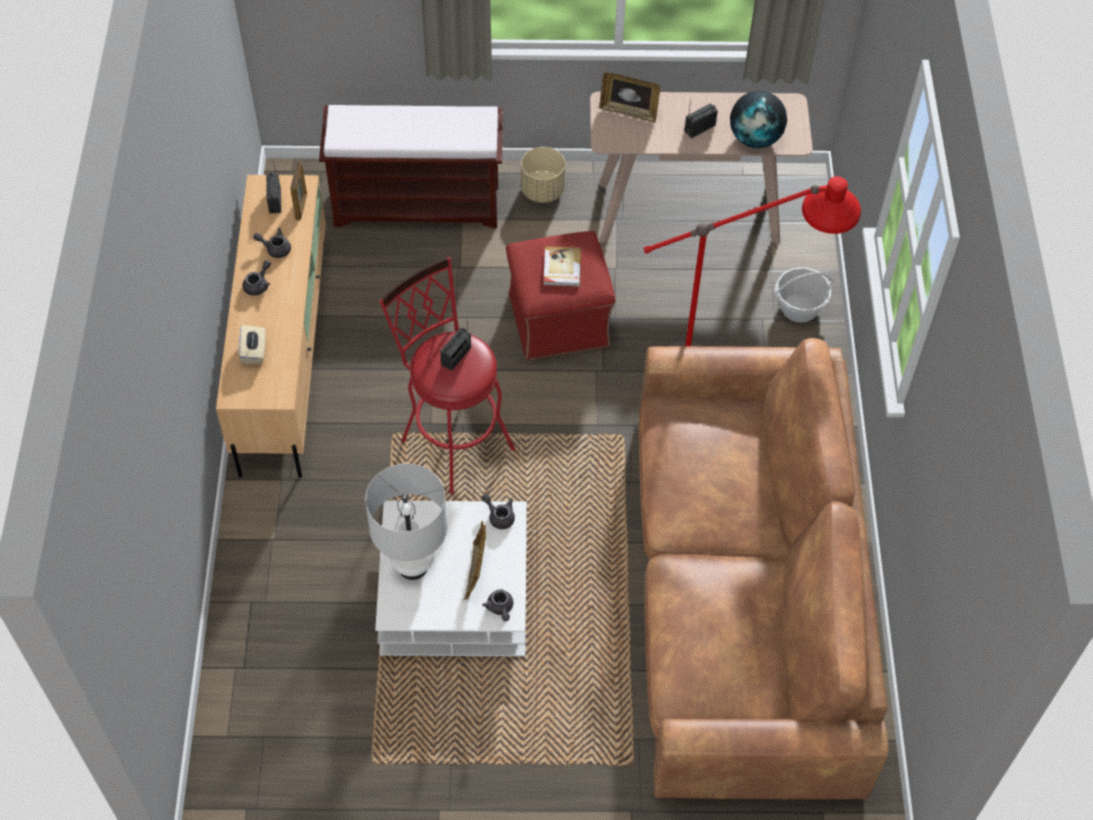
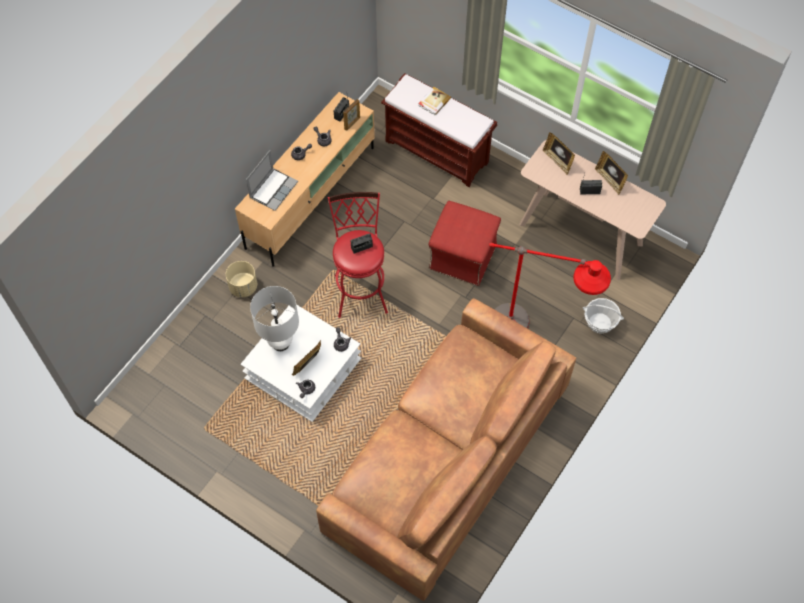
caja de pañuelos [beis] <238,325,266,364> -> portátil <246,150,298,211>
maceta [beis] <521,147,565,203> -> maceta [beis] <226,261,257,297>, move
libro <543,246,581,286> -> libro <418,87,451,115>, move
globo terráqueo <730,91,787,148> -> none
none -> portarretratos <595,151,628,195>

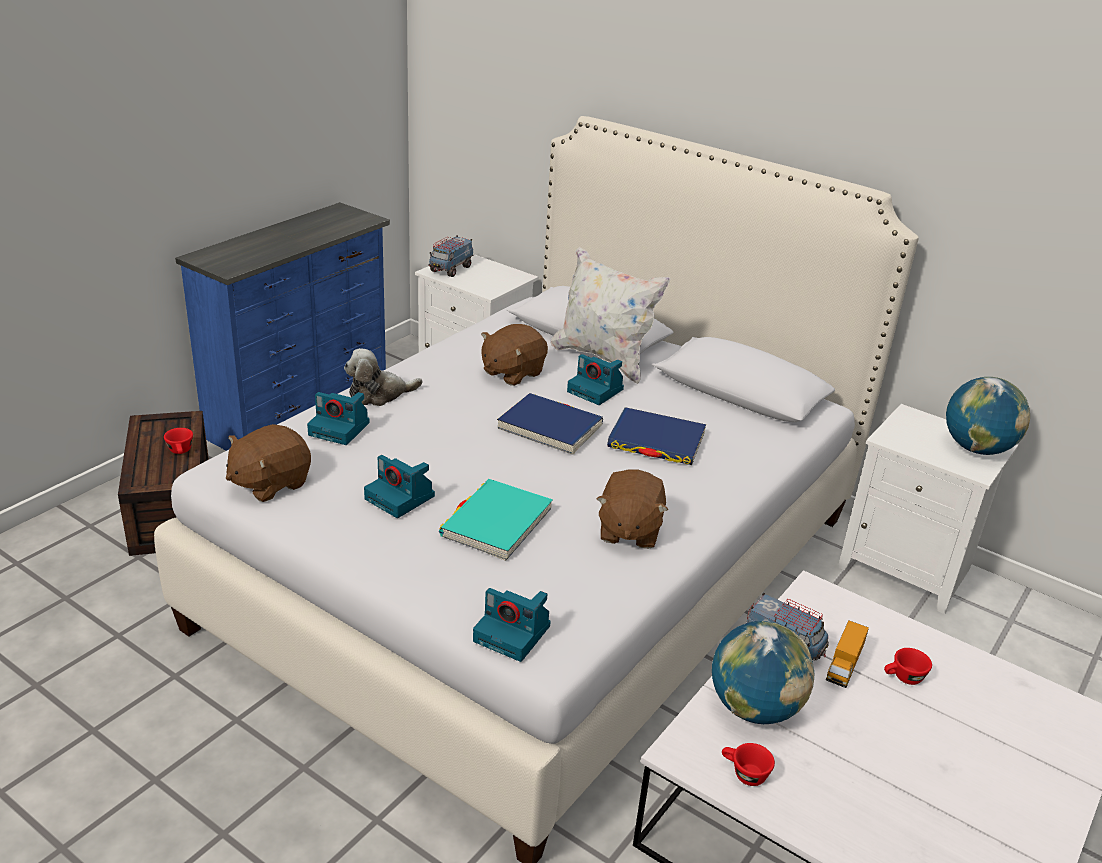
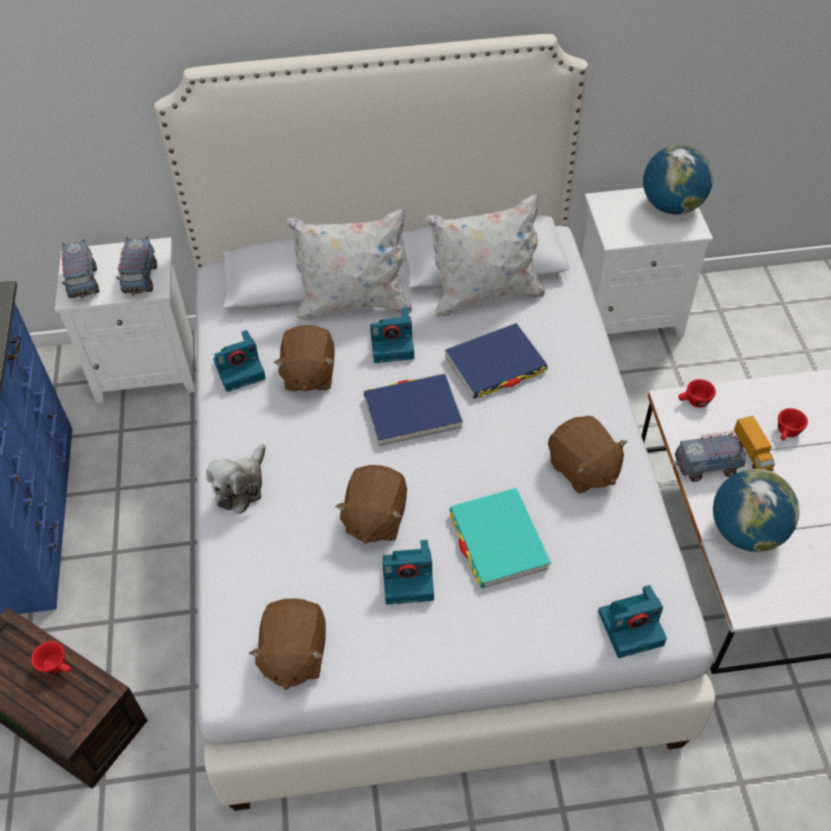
cámara <307,392,370,445> -> cámara <213,330,266,392>, move
taza [rojo] <722,743,775,786> -> taza [rojo] <678,379,716,408>, move
none -> camión de juguete <116,237,157,296>
none -> peluche [marrón] <335,465,407,544>
none -> cojín [blanco] <425,192,545,317>

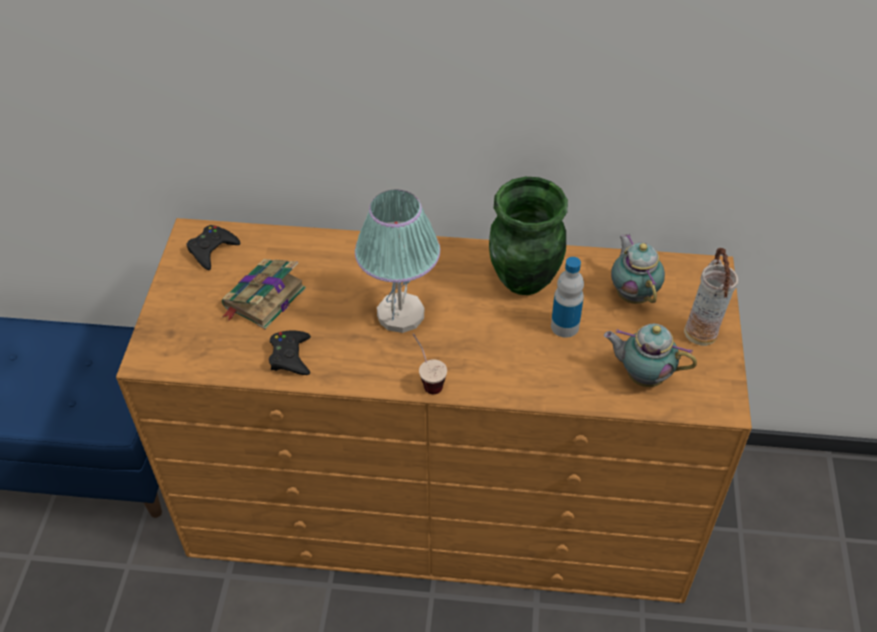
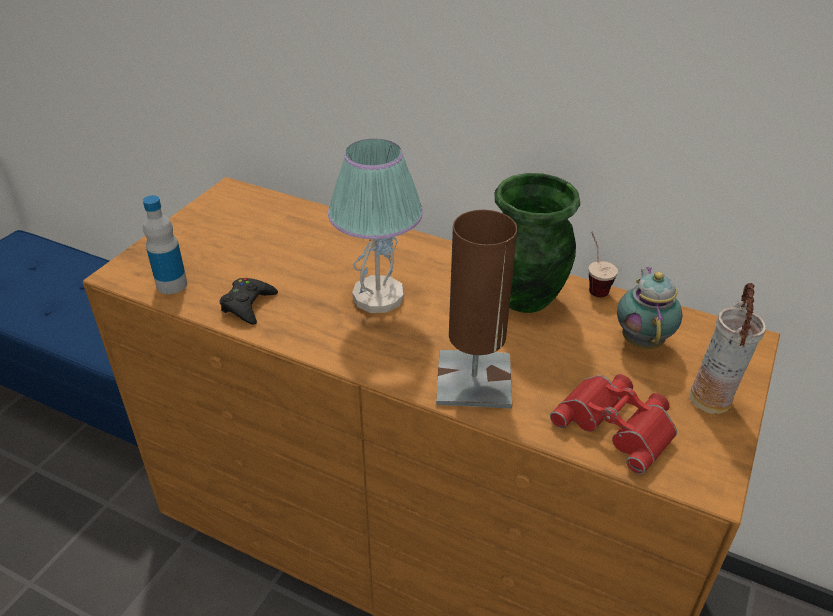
mando de consola [negro] <186,225,240,270> -> none
libro <222,259,306,330> -> none
taza <413,333,447,394> -> taza <588,232,618,297>, move
botella <551,257,584,338> -> botella <143,195,187,294>, move
tetera <604,324,697,387> -> prismáticos [rojo] <550,374,677,474>
none -> lámpara de mesa [marrón] <436,210,517,409>

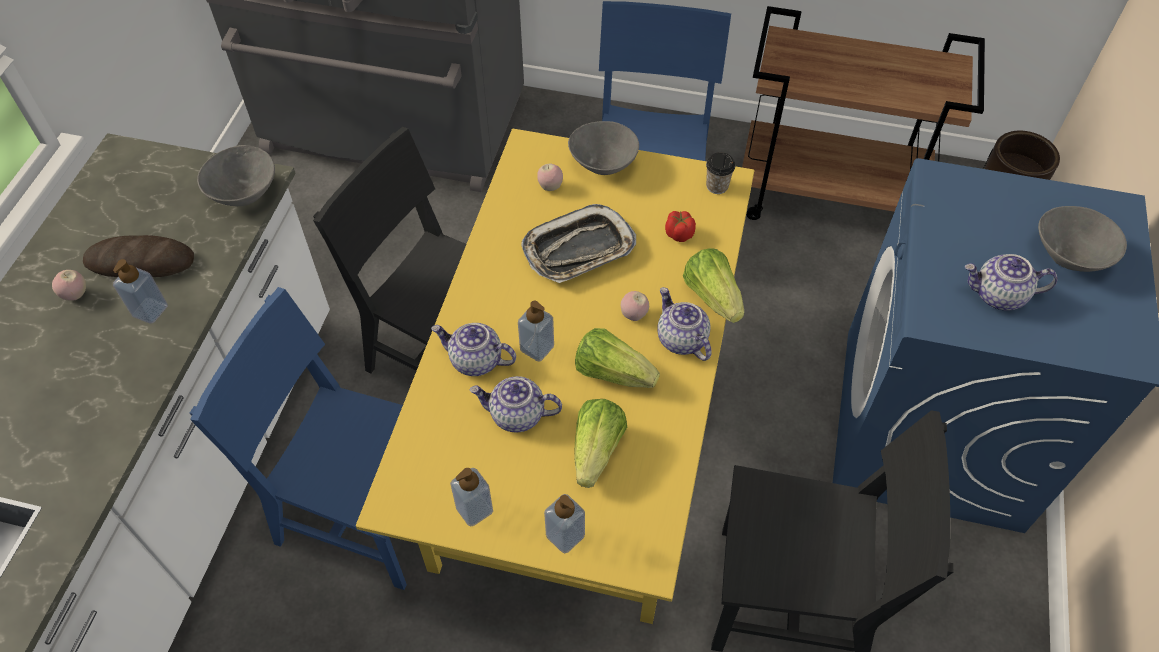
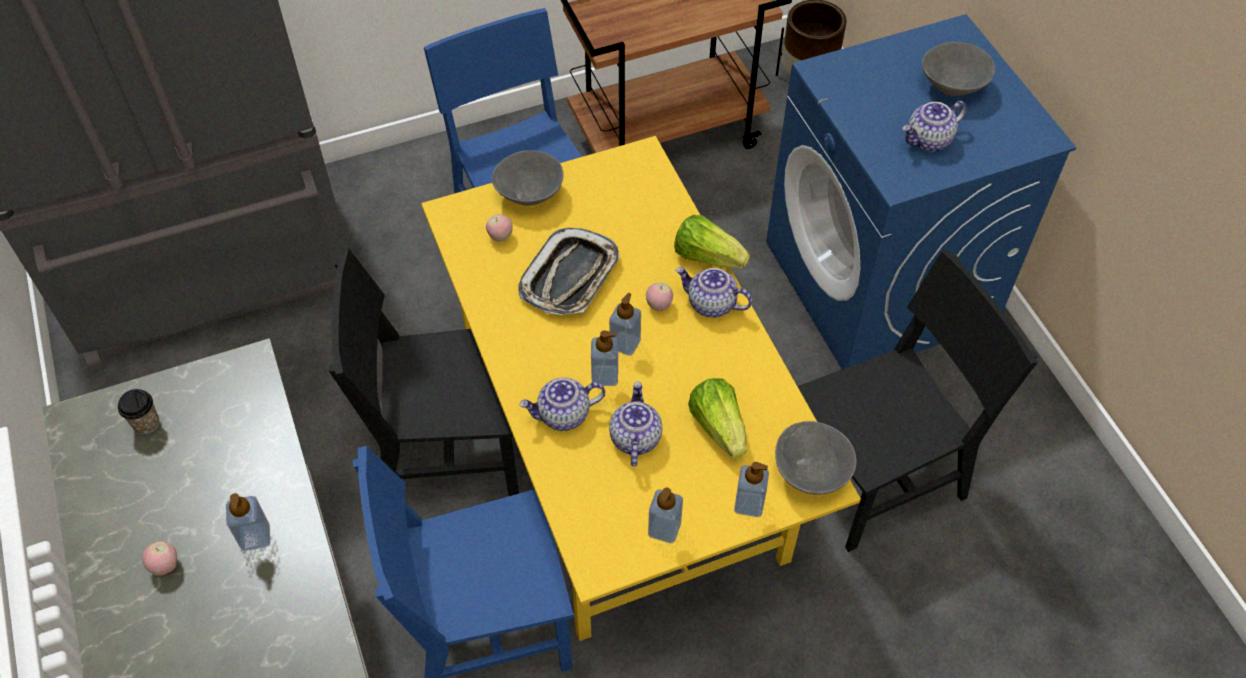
pan <83,235,194,277> -> none
cuenco [gris] <197,145,275,206> -> cuenco [gris] <775,421,857,495>, move
tetera <470,376,562,432> -> tetera <609,381,662,466>, 120 degrees clockwise
lechuga <575,328,660,388> -> none
tomate <665,211,696,242> -> none
taza <706,152,735,194> -> taza <118,389,159,434>, move
none -> dispensador de jabón <609,293,641,356>

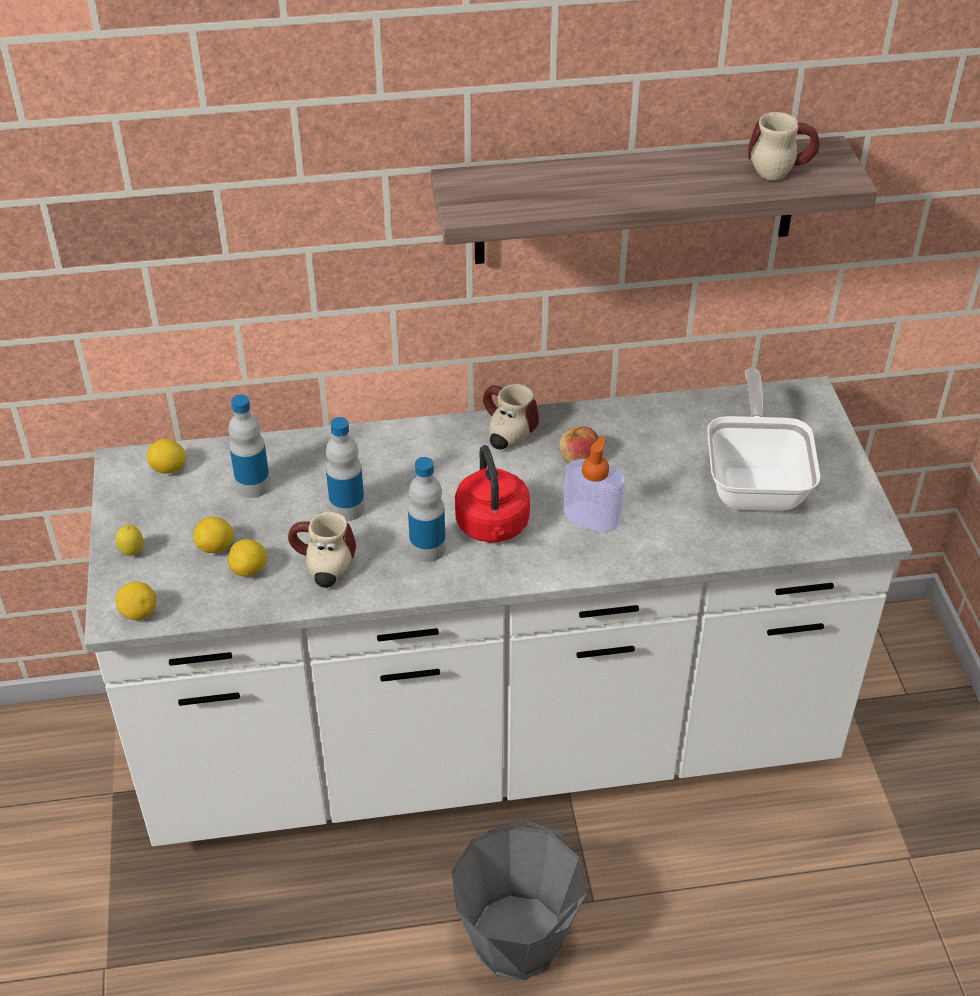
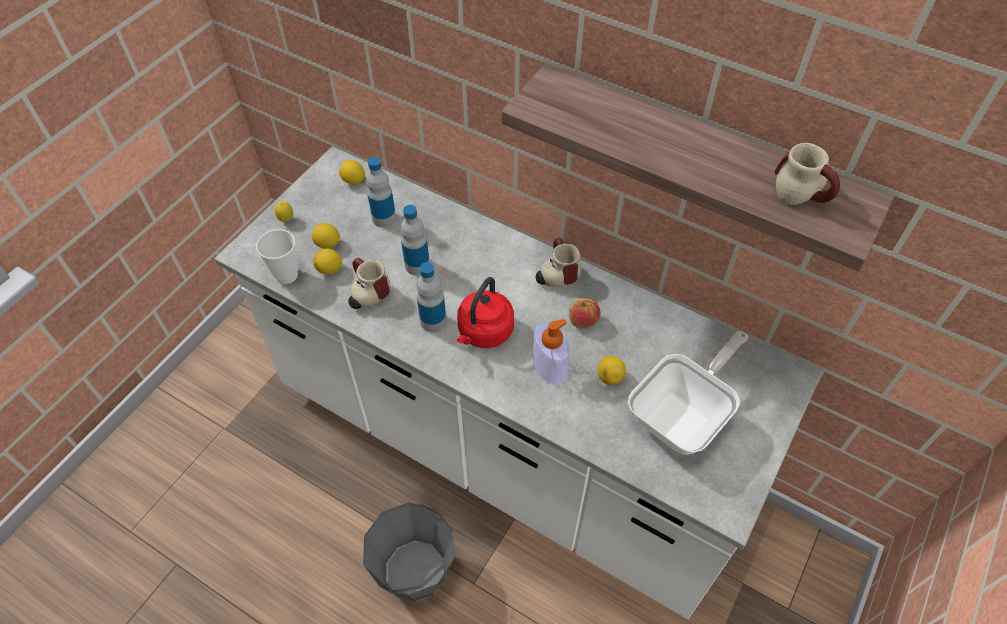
limón <116,582,156,620> -> limón <597,356,626,385>, move
none -> taza <256,229,298,284>

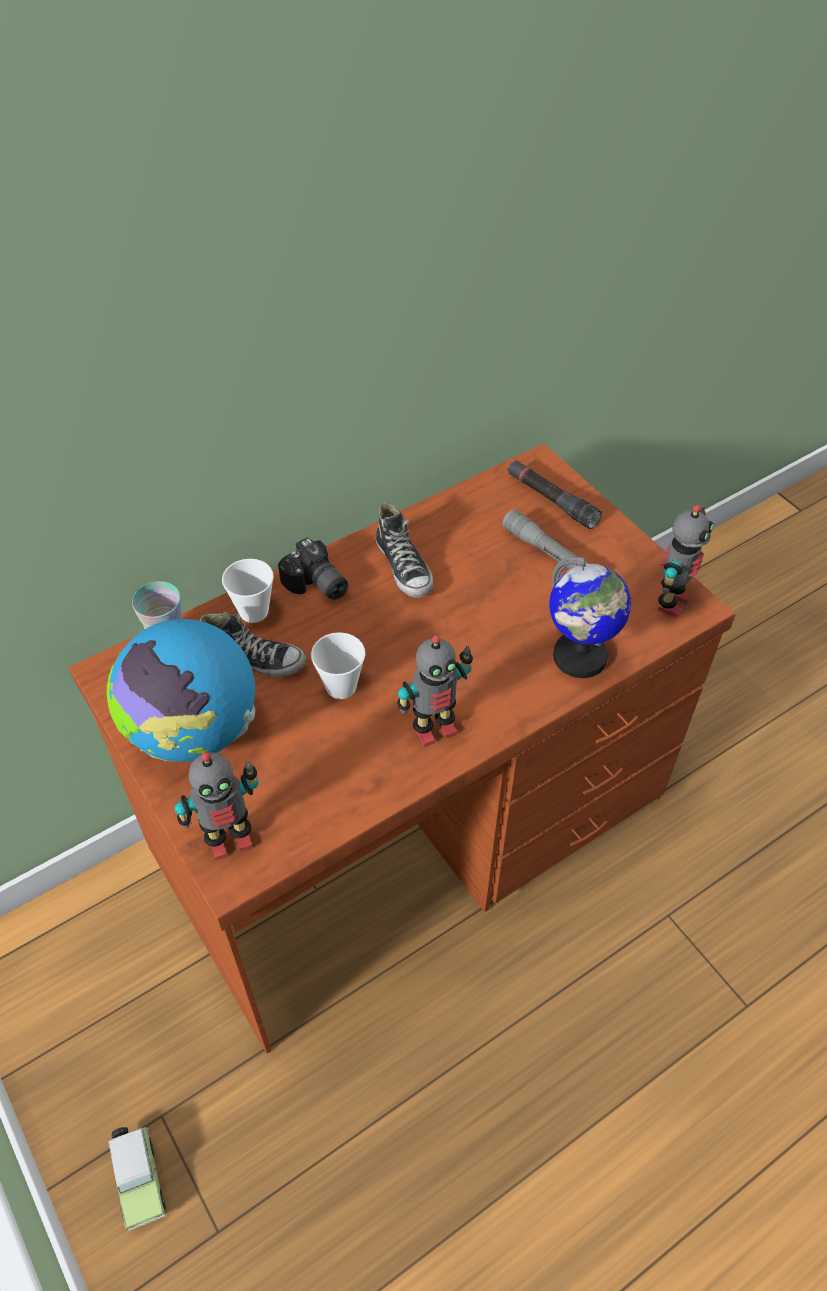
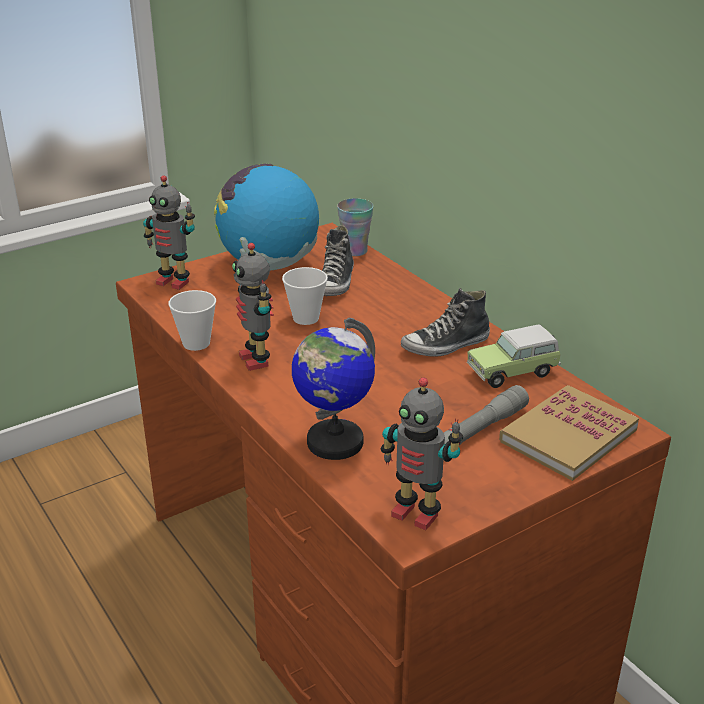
coche de juguete <108,1127,166,1231> -> coche de juguete <467,325,561,388>, move
robot de juguete <175,752,258,860> -> robot de juguete <143,175,195,290>, 45 degrees counterclockwise
taza <222,559,274,623> -> taza <168,290,216,351>, move
cámara <278,537,349,600> -> none
linterna [negro] <508,460,602,529> -> libro <499,385,639,481>

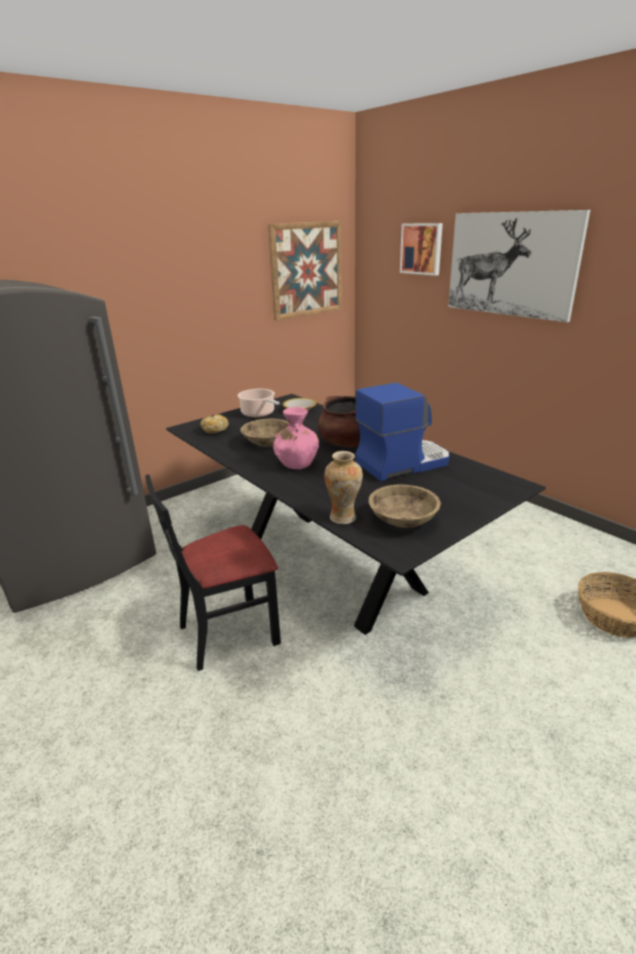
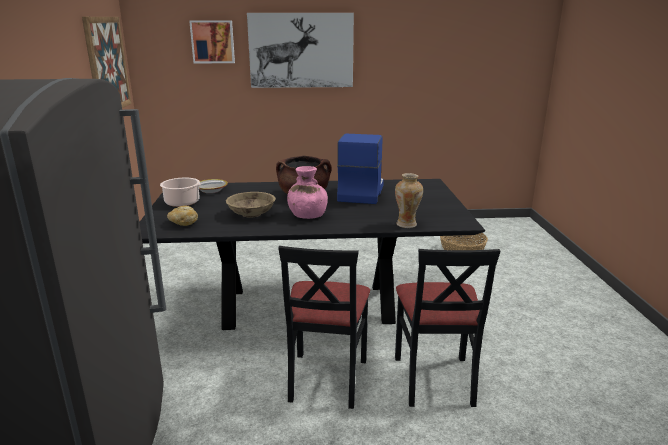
cuenco [beis] <369,484,441,528> -> none
none -> silla [negro] <395,249,500,407>

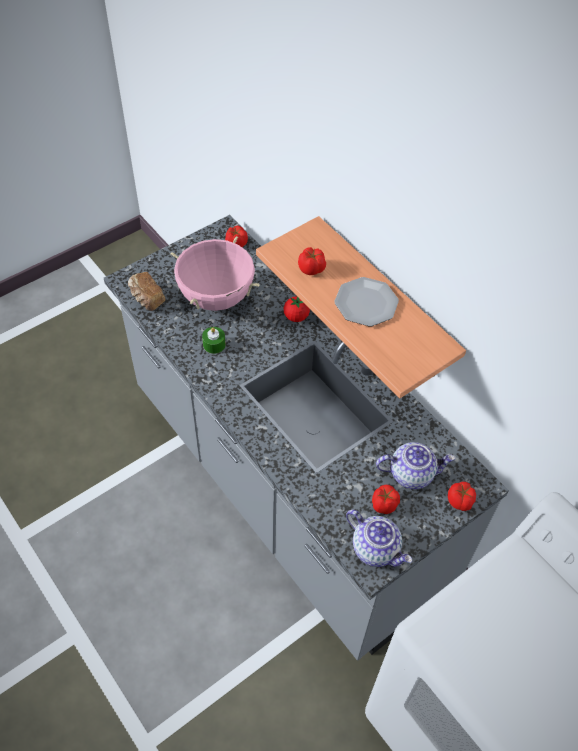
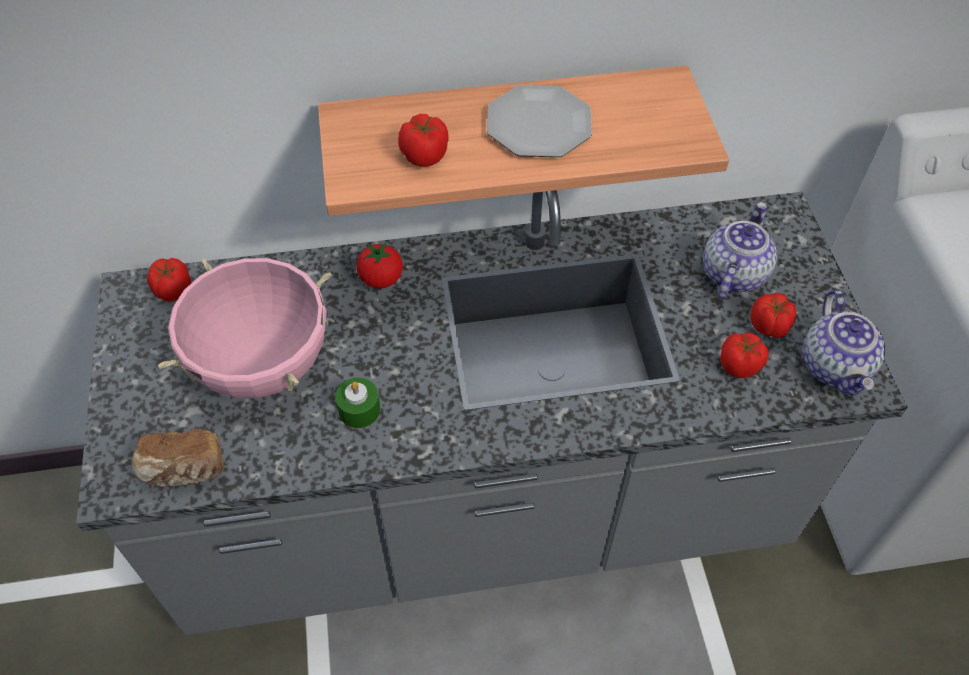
tetera <346,510,412,567> -> tetera <803,290,885,397>, 105 degrees clockwise
tomate <448,481,476,511> -> tomate <720,332,769,378>, move

